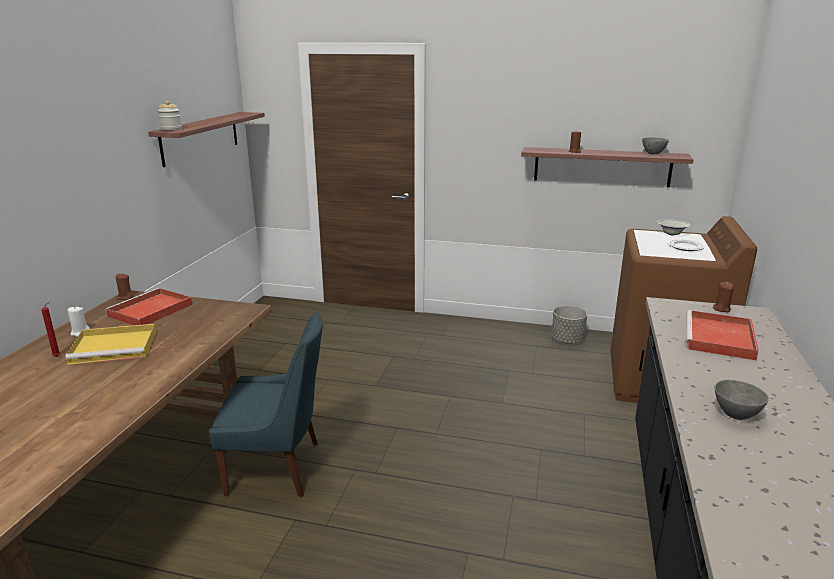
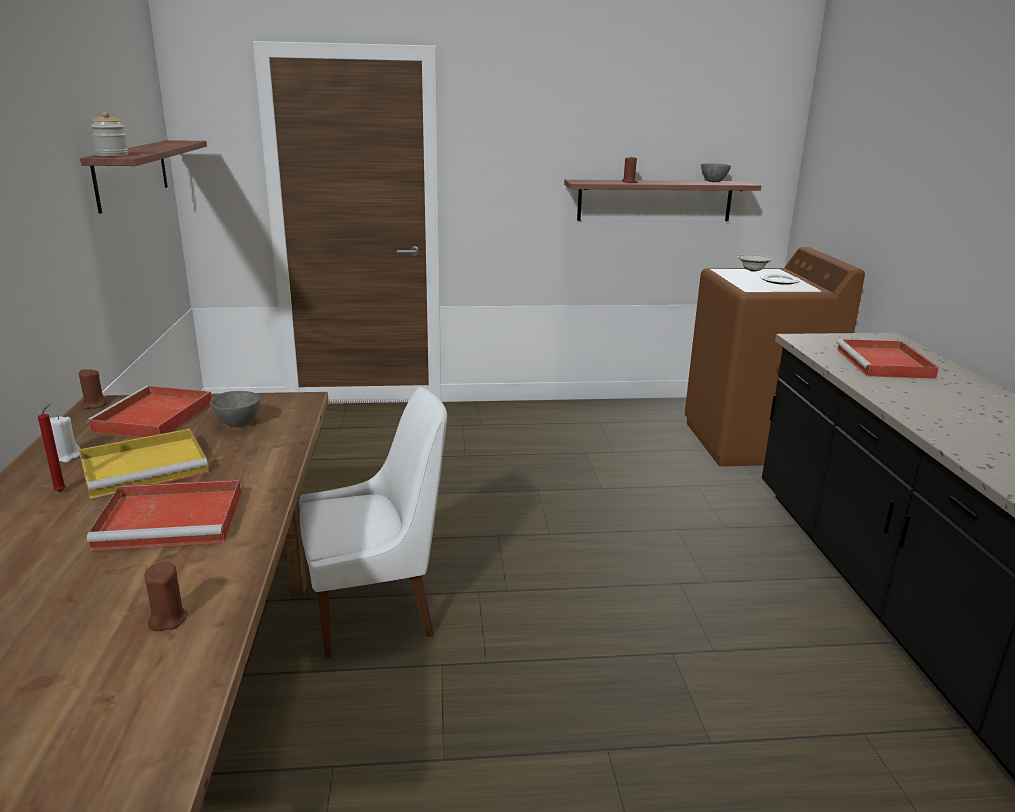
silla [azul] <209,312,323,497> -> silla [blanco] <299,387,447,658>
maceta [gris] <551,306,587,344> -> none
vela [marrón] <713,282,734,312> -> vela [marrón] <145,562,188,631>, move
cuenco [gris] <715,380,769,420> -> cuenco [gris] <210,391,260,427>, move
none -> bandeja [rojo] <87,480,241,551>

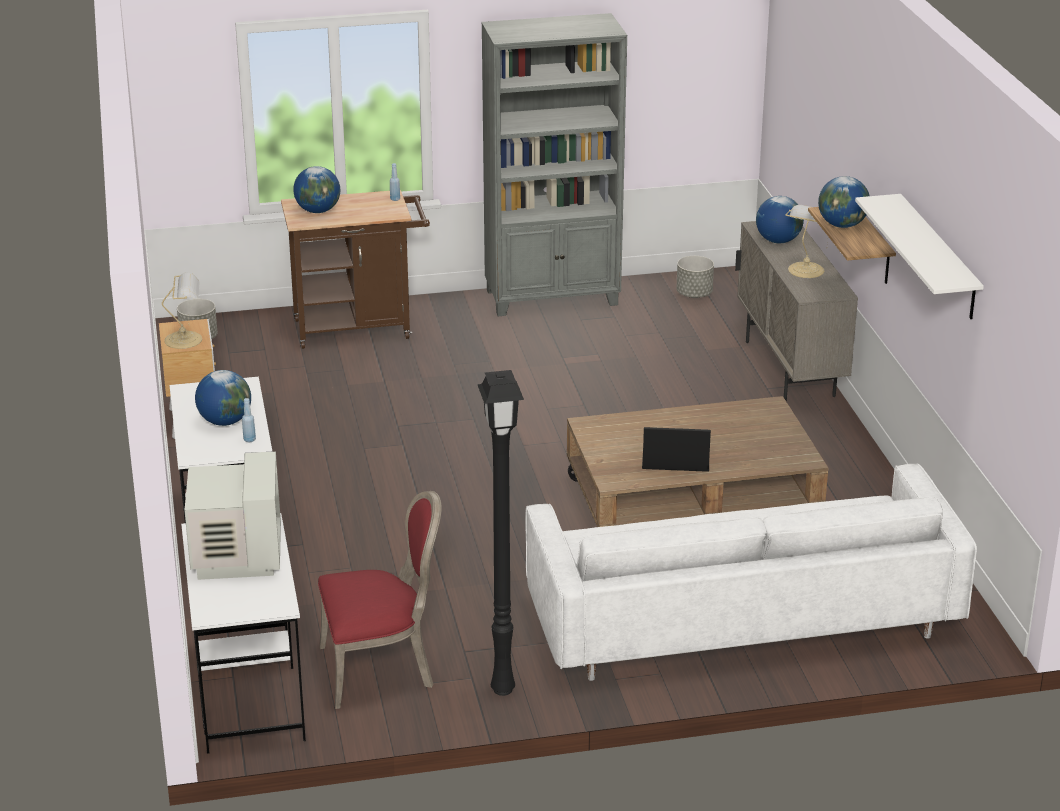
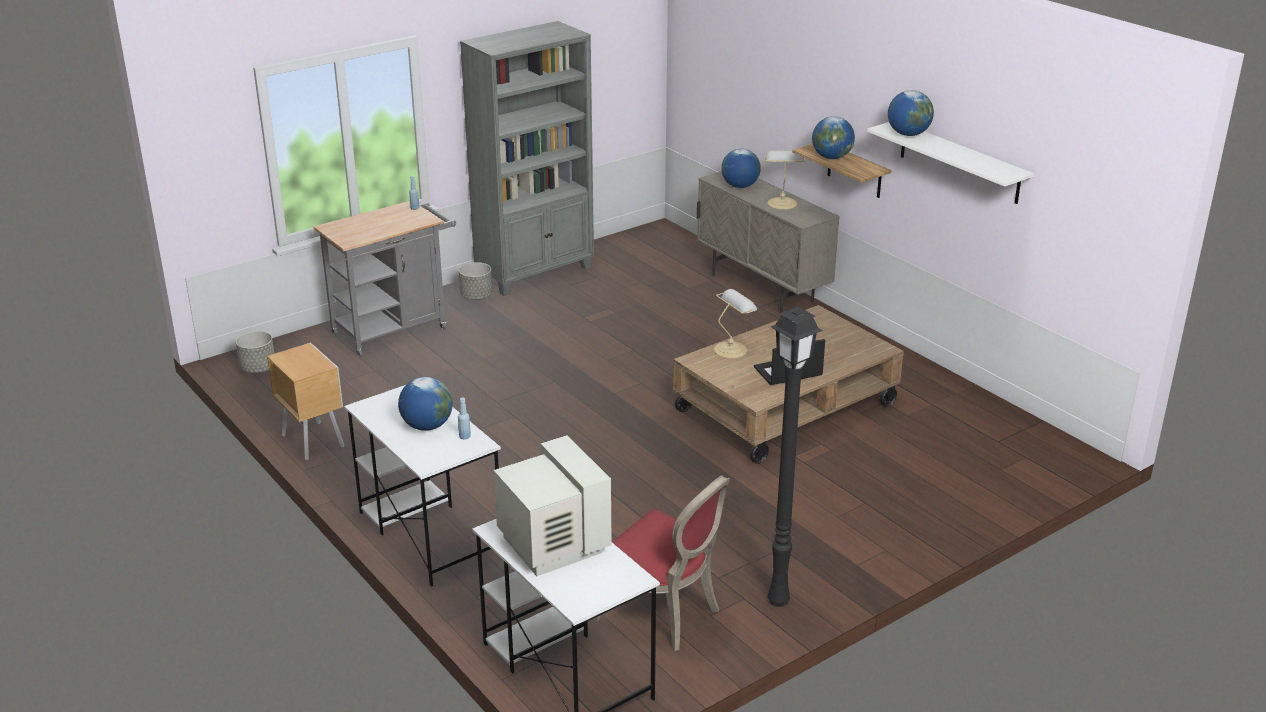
lámpara de mesa <162,272,202,349> -> lámpara de mesa <714,289,757,358>, move
carrito [marrón] <281,190,430,349> -> carrito [gris] <313,201,456,357>
globo terráqueo <293,166,340,213> -> globo terráqueo <888,90,934,136>, move
silla [rojo] <318,491,442,709> -> silla [rojo] <594,475,730,651>, 75 degrees clockwise
sofá [blanco] <526,463,977,681> -> none
maceta [gris] <676,256,714,298> -> maceta [gris] <459,262,492,300>, move

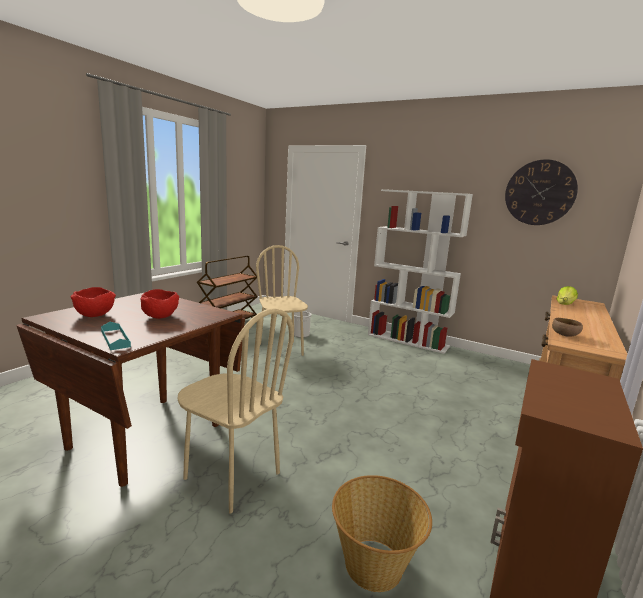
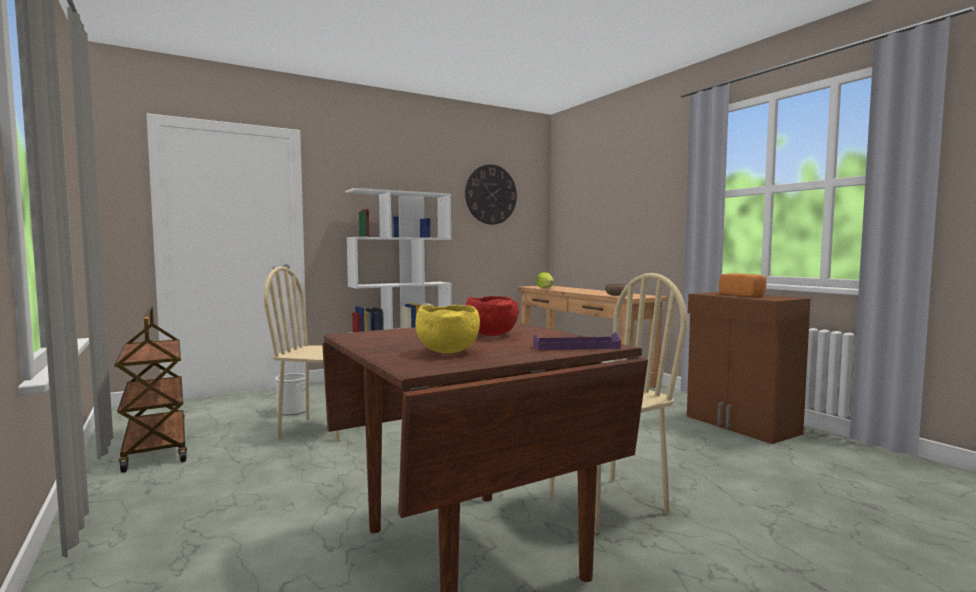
cuenco [rojo] <70,287,116,317> -> cuenco [amarillo] <416,305,480,353>
bandeja [turquesa] <101,322,131,350> -> bandeja [morado] <533,332,621,350>
cesta <332,475,432,592> -> none
none -> pan <719,273,766,297>

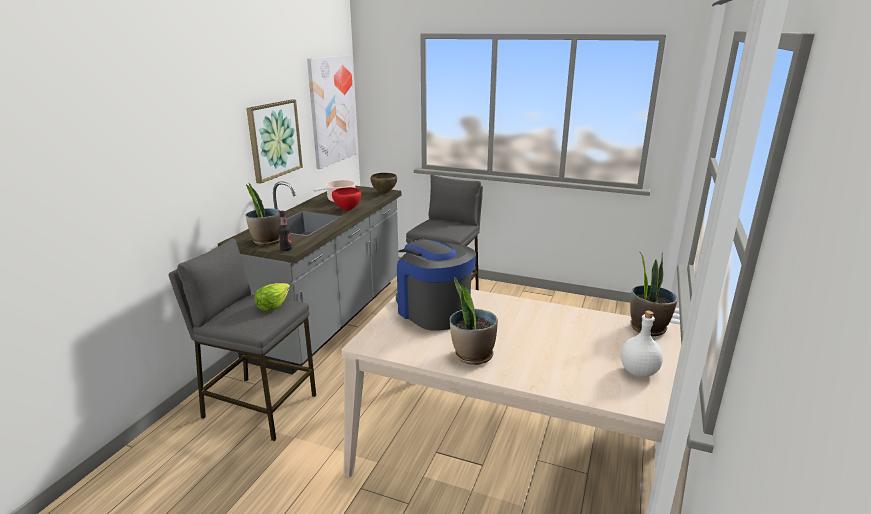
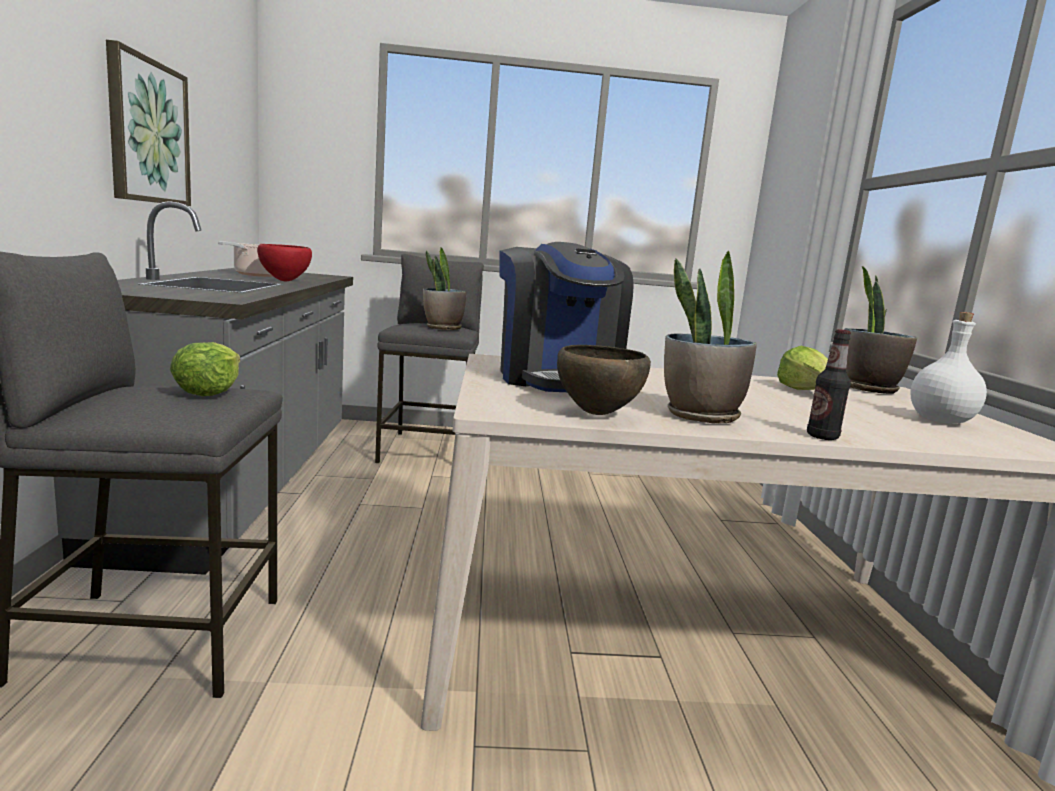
planta en maceta <245,182,280,246> -> planta en maceta <423,247,466,330>, move
botella <278,211,292,251> -> botella <807,329,851,440>, move
cuadro <307,55,356,169> -> none
cuenco [marrón] <370,173,397,193> -> cuenco [marrón] <557,345,651,415>, move
cafetera <396,238,476,331> -> cafetera <499,242,634,392>, 135 degrees counterclockwise
none -> lechuga <777,346,828,390>

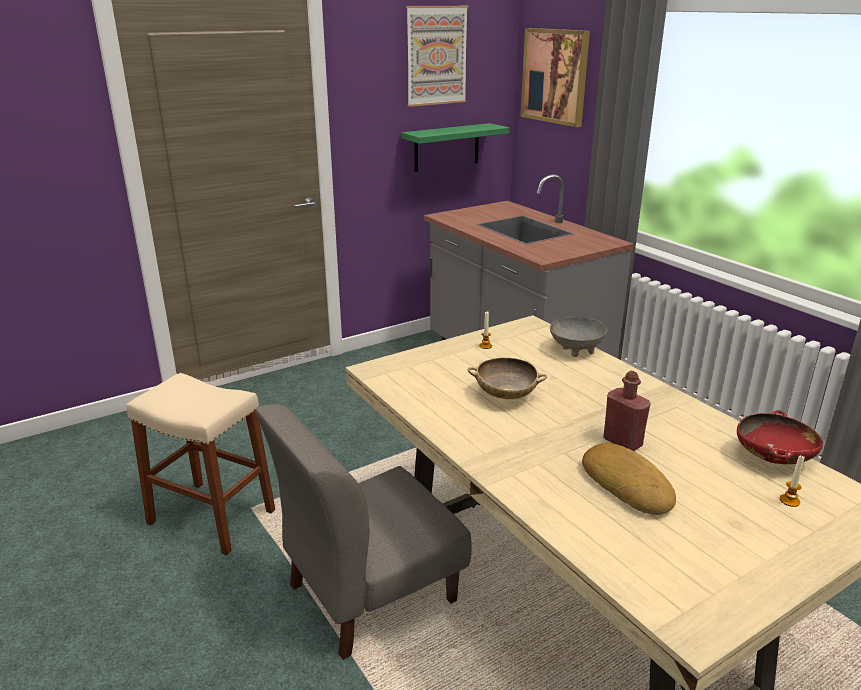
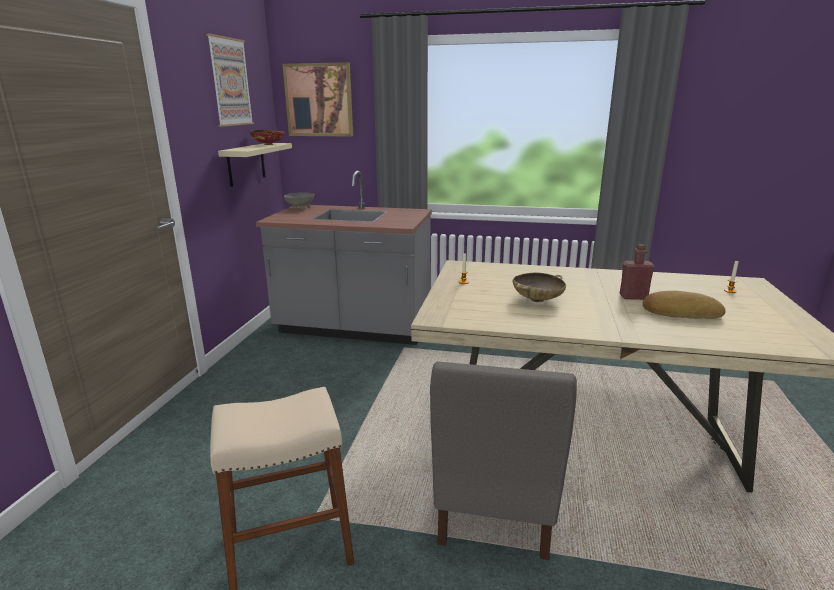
estante [verde] <401,123,510,172> -> estante [beis] <218,143,292,187>
cuenco [gris] <550,317,607,357> -> cuenco [gris] <284,192,314,209>, move
cuenco [rojo] <737,410,823,464> -> cuenco [rojo] <250,130,285,145>, move

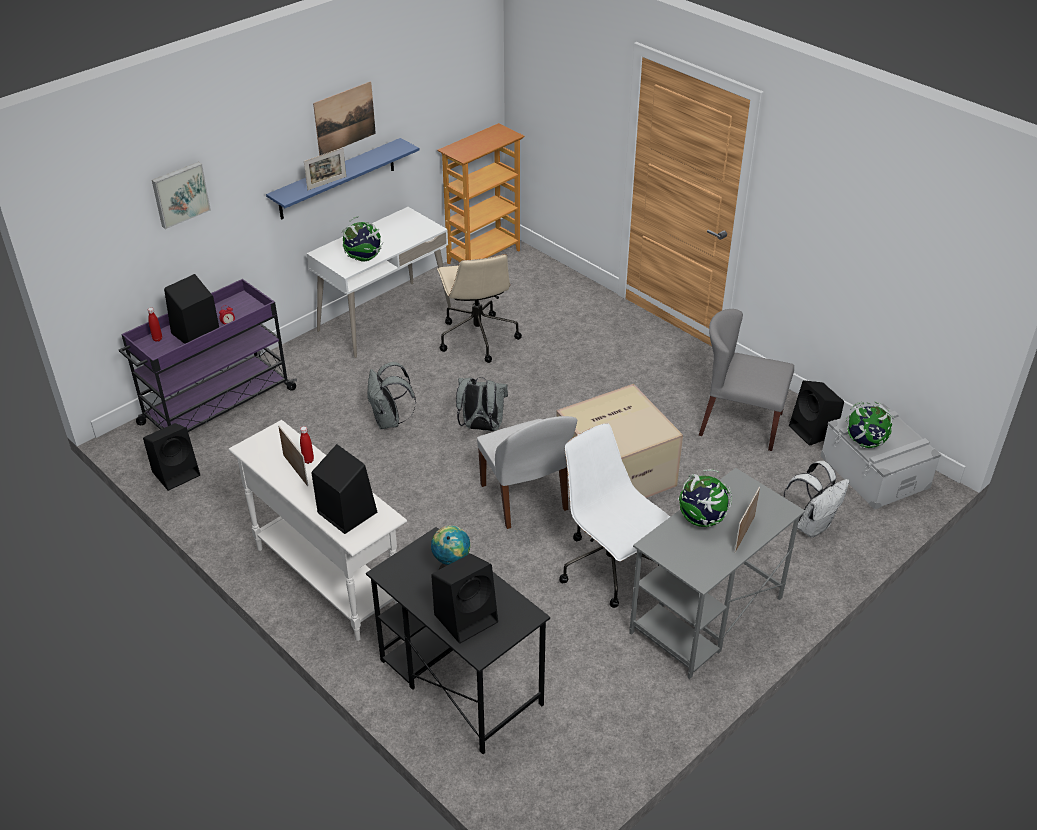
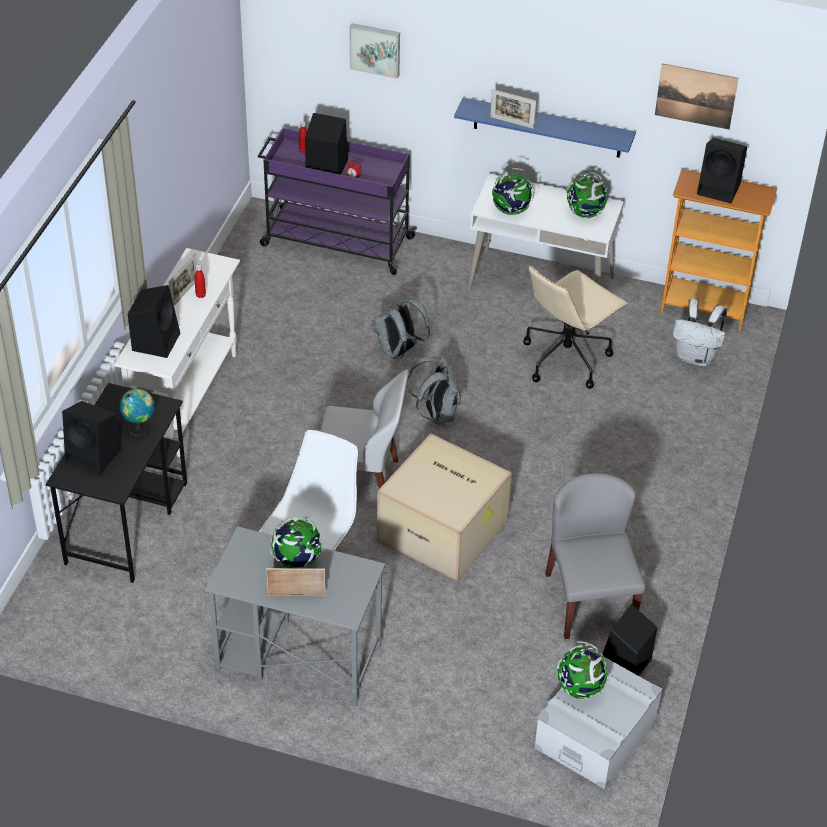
altavoz [negro] <143,423,200,491> -> altavoz [negro] <697,138,747,203>, move
cuadro <313,81,376,156> -> cuadro <655,63,738,130>, move
silla [blanco] <477,416,577,529> -> silla [blanco] <320,370,409,489>, 120 degrees counterclockwise
mochila [blanco] <784,461,850,537> -> mochila [blanco] <673,298,727,366>, move
none -> globo terráqueo <566,171,608,218>

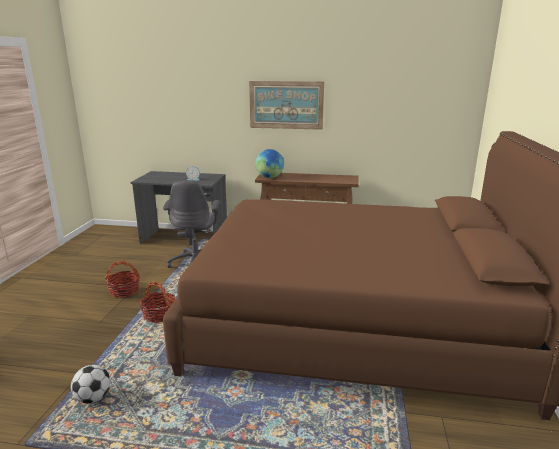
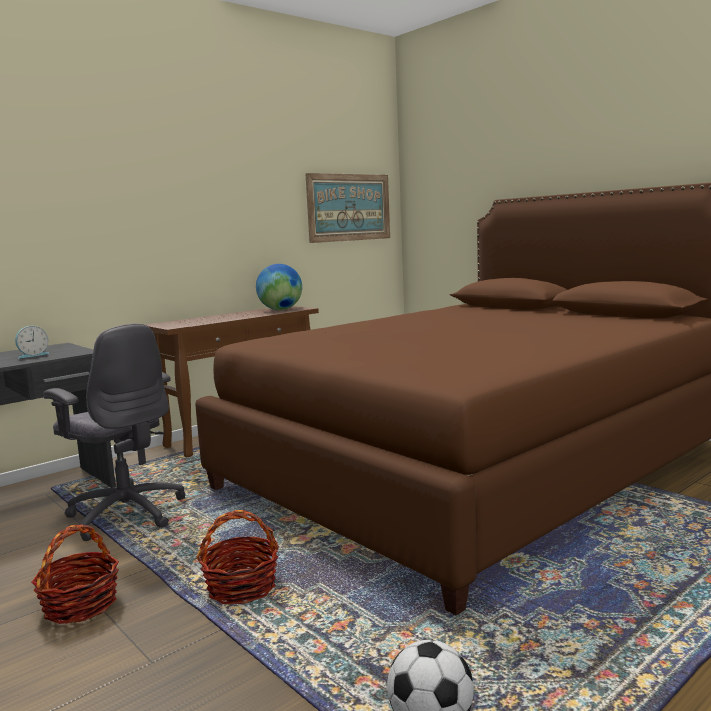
cuadro <249,81,324,130> -> cuadro <305,173,390,243>, move
globo terráqueo <255,149,284,178> -> globo terráqueo <256,264,302,310>, move

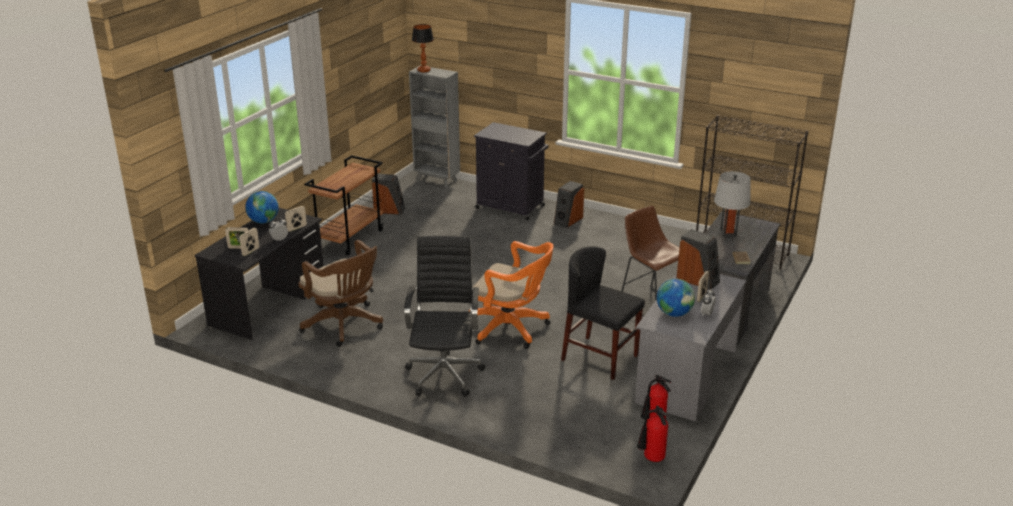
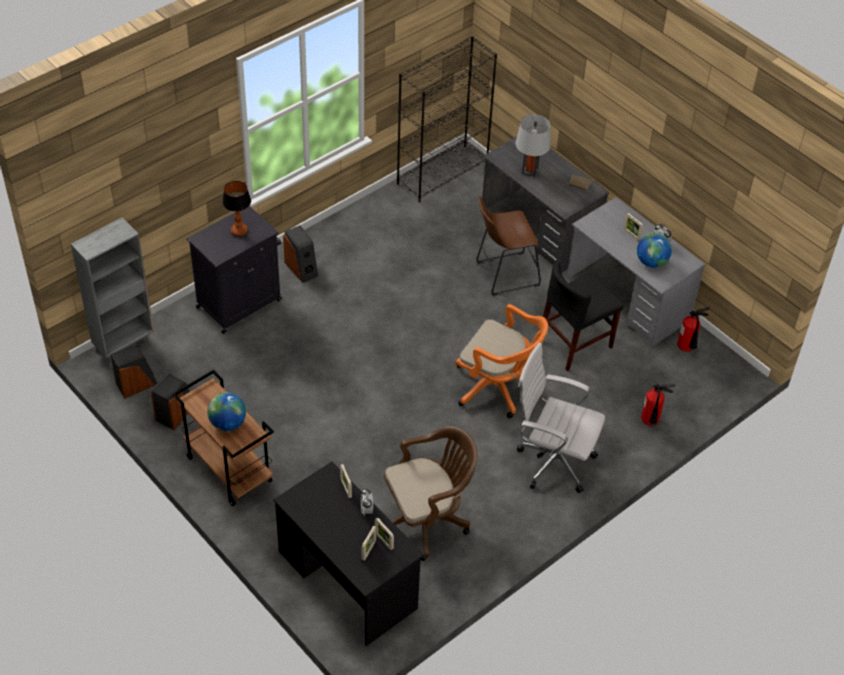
globo terráqueo <245,191,279,223> -> globo terráqueo <208,393,246,431>, move
silla de oficina [negro] <404,236,485,396> -> silla de oficina [blanco] <517,342,605,493>
lámpara de mesa <412,24,434,72> -> lámpara de mesa <222,181,251,236>, move
silla de oficina [naranja] <469,241,554,349> -> silla de oficina [naranja] <455,304,548,418>, 75 degrees clockwise
extintor <637,406,668,462> -> extintor <641,384,675,425>, move
altavoz <676,229,720,290> -> altavoz <111,345,158,399>, move

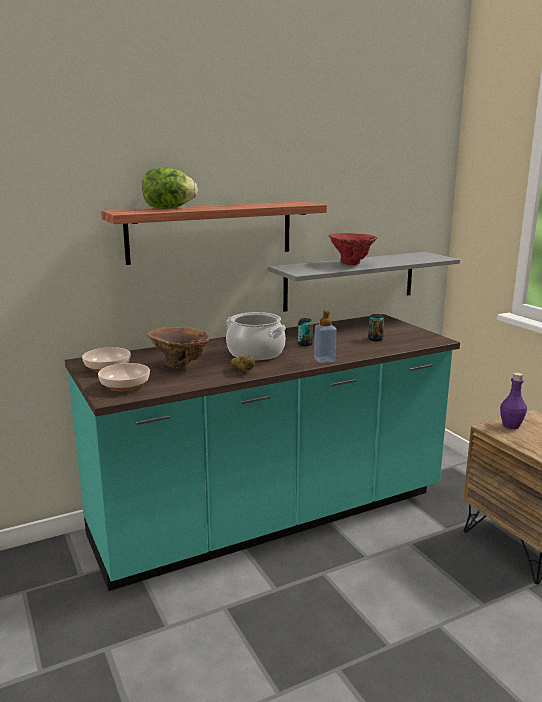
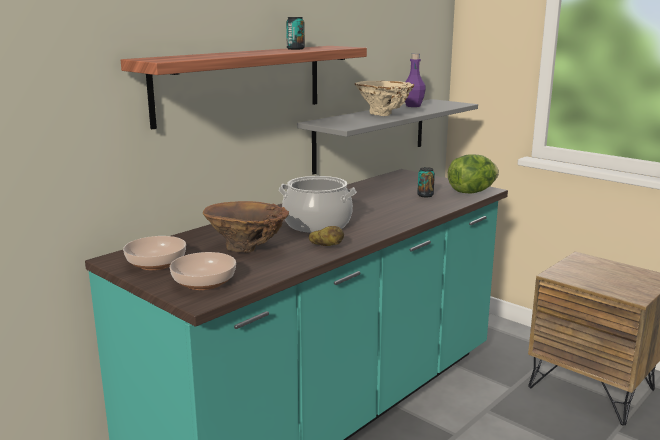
lechuga <142,167,198,209> -> lechuga <448,154,499,194>, move
lata <298,318,313,346> -> lata <286,17,305,50>, move
dispensador de jabón <314,310,336,363> -> none
florero [rojo] <329,233,377,265> -> florero [beis] <355,81,414,116>
botella [morado] <500,373,527,429> -> botella [morado] <405,53,426,107>, move

